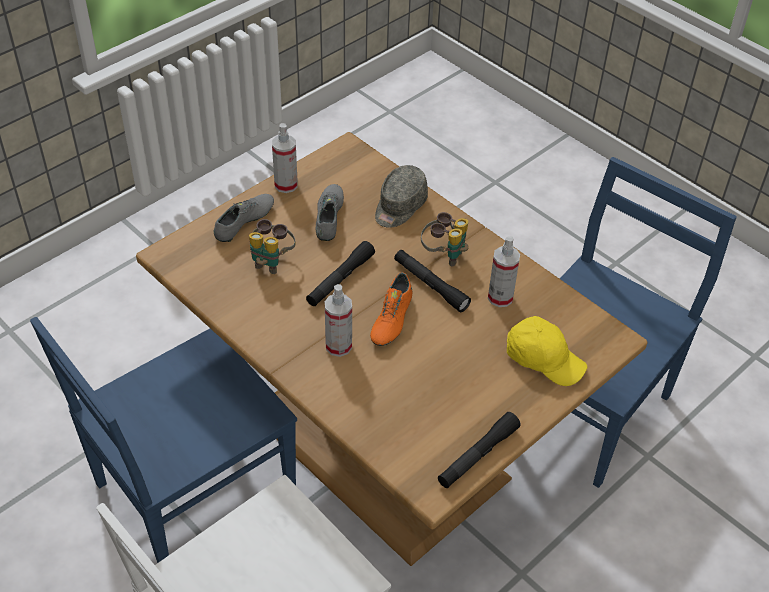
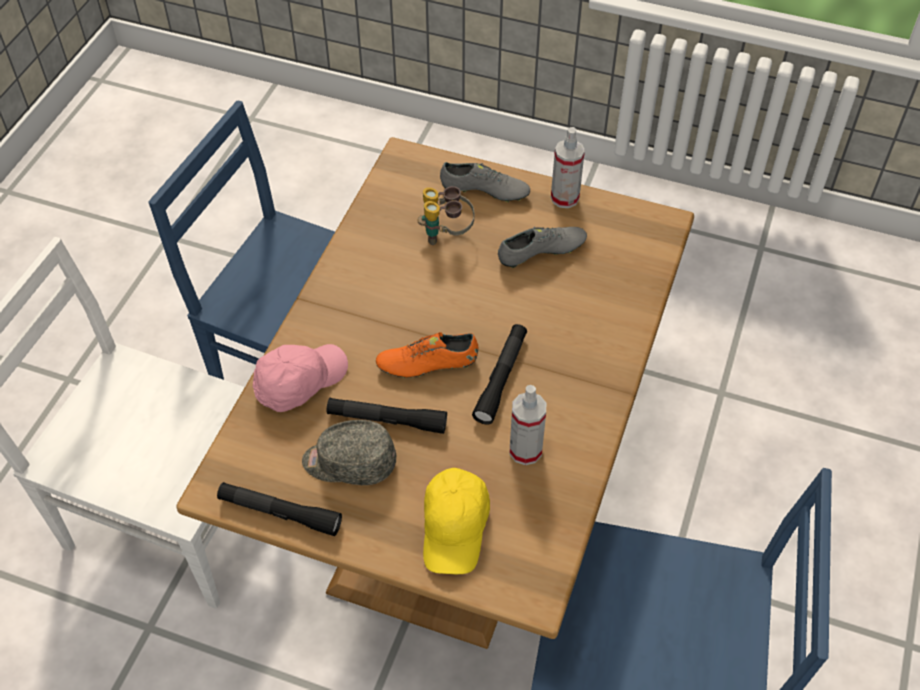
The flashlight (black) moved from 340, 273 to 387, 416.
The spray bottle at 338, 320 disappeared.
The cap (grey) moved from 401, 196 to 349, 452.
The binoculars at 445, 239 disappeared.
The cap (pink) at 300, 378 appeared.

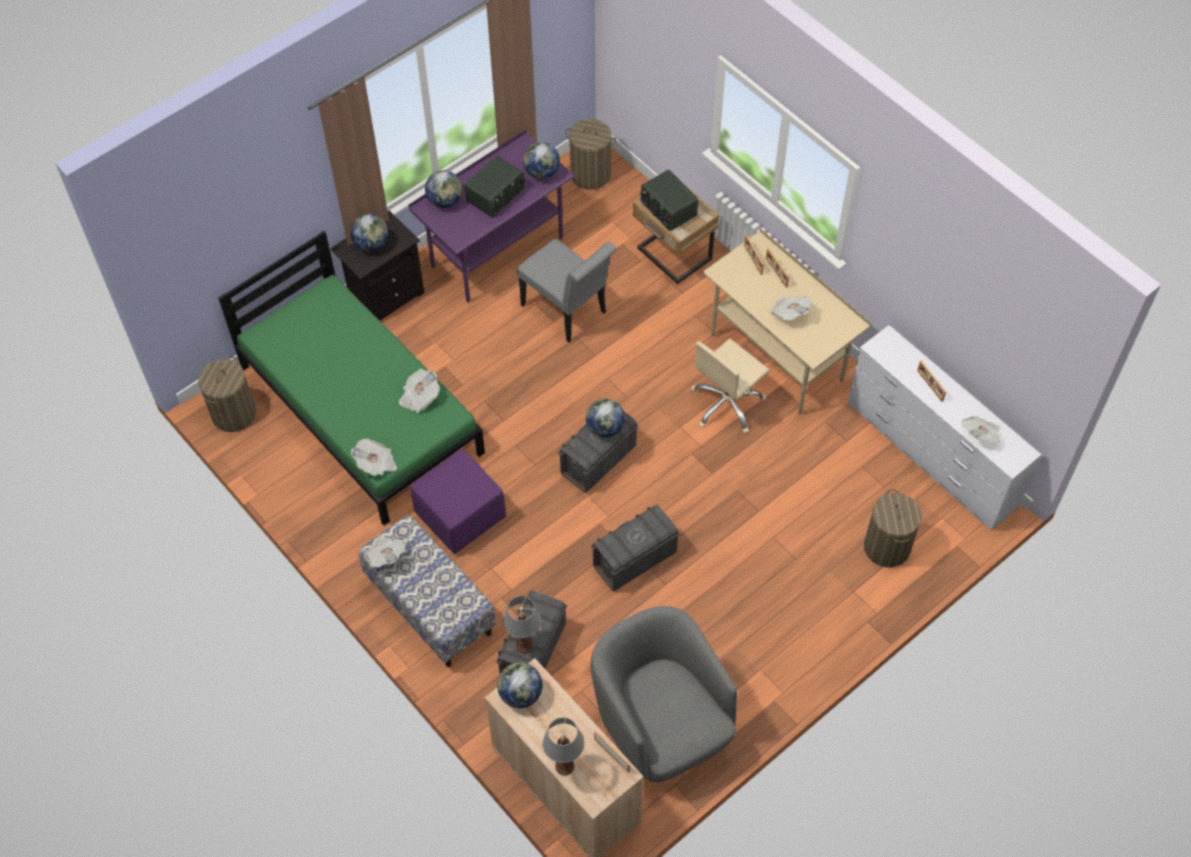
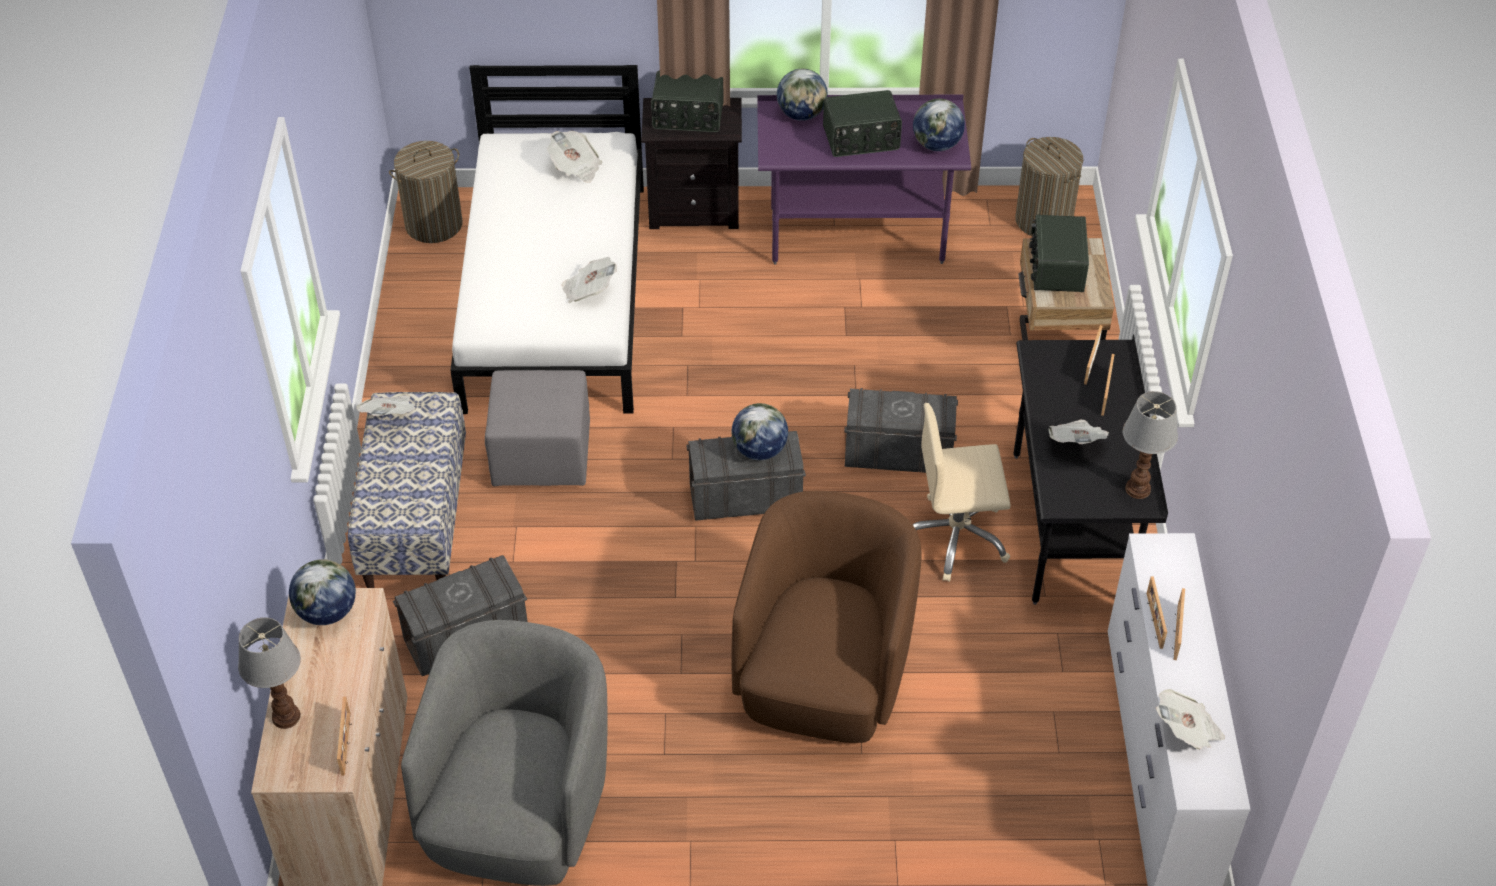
The bed (green) at 351, 378 became the bed (white) at 547, 239.
The globe at 369, 233 was replaced by the radio at 687, 101.
The newspaper moved from 374, 457 to 574, 157.
The ottoman (purple) at 458, 501 became the ottoman (grey) at 537, 428.
The table lamp moved from 522, 625 to 1150, 445.
The chair (grey) at 567, 291 disappeared.
The storage box (grey) moved from 635, 548 to 901, 430.
The desk (beige) at 787, 321 became the desk (black) at 1090, 469.
The laundry basket at 893, 528 disappeared.
The armchair (brown) at 826, 617 appeared.
The picture frame at 1157, 612 appeared.

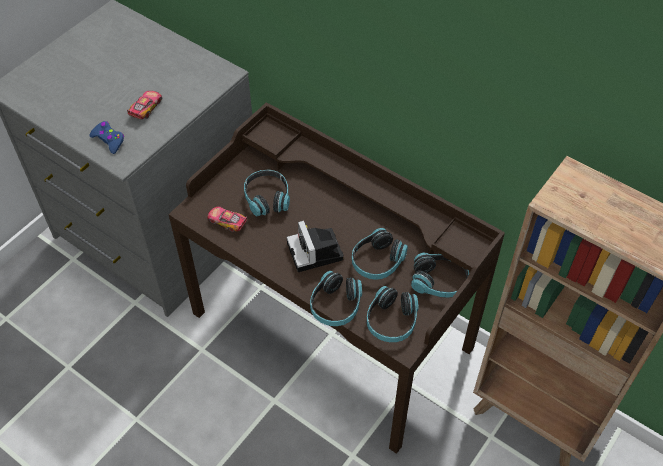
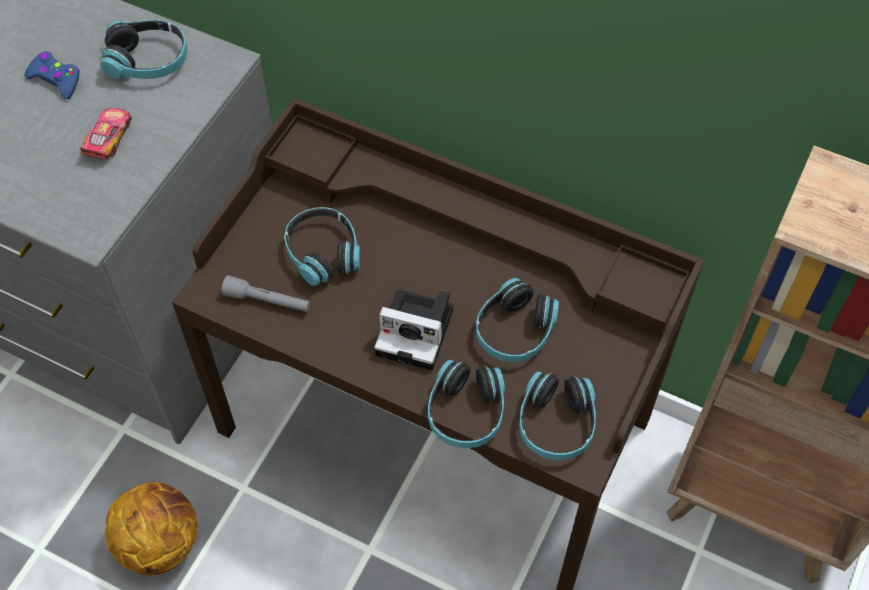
The game controller (blue) moved from 106, 137 to 52, 75.
The toy car at 227, 219 was replaced by the flashlight (grey) at 265, 293.
The photo camera at 315, 246 turned 45 degrees counterclockwise.
The headphones moved from 440, 275 to 143, 49.
The basketball at 151, 529 appeared.

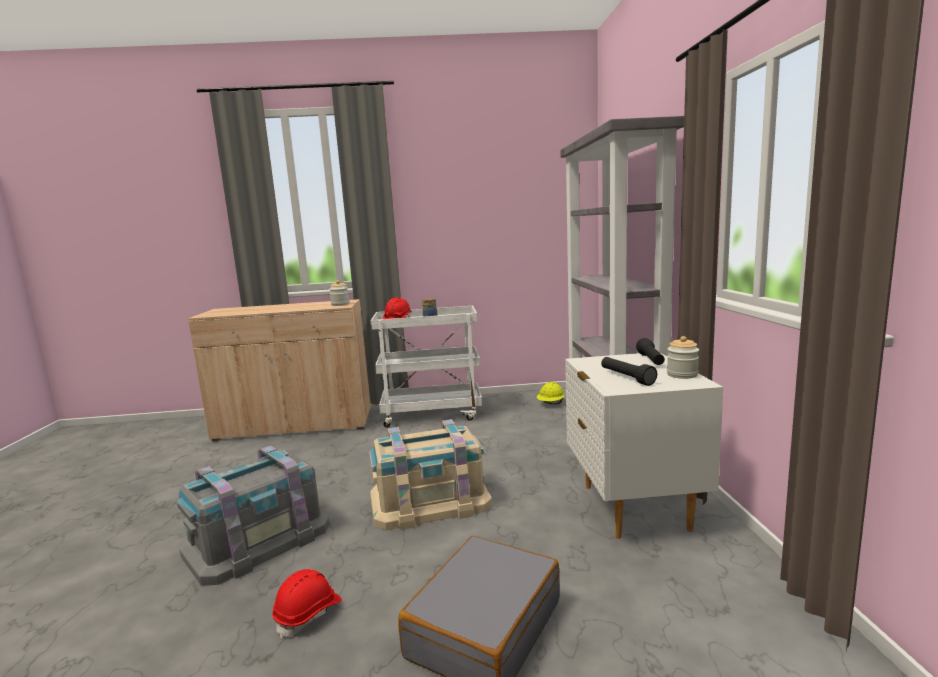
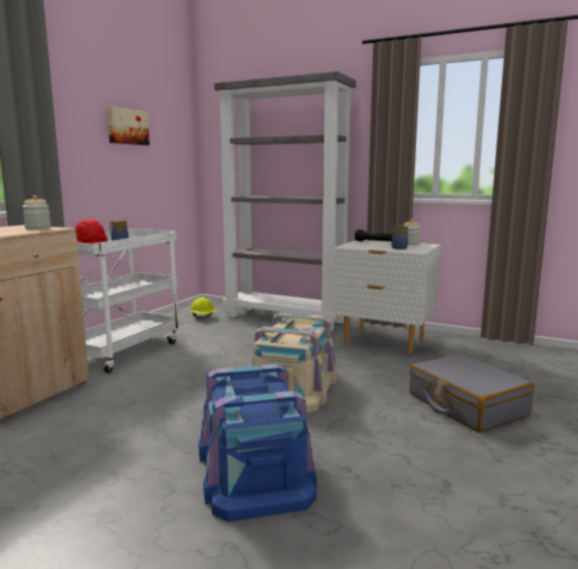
The storage box (grey) at 253, 515 became the storage box (blue) at 258, 443.
The hard hat (red) at 307, 603 disappeared.
The flashlight (black) at 629, 371 was replaced by the jar at 399, 237.
The picture at 128, 125 appeared.

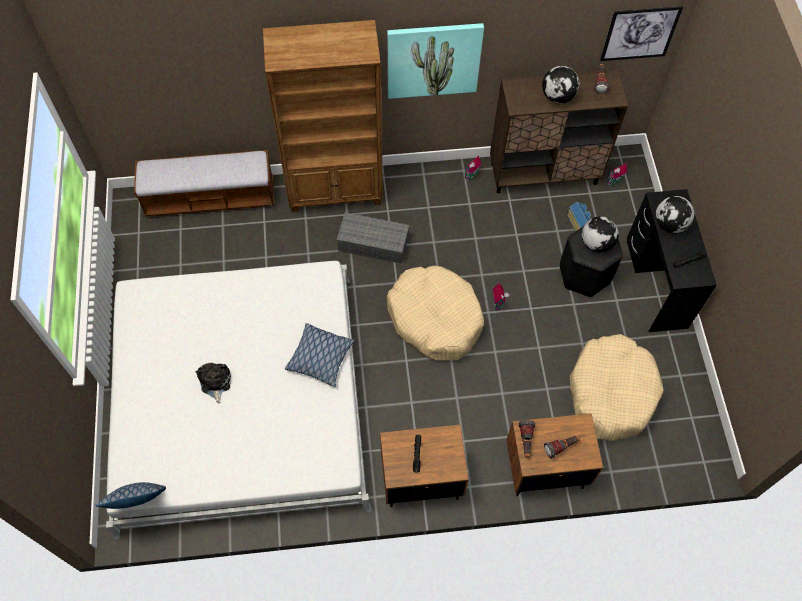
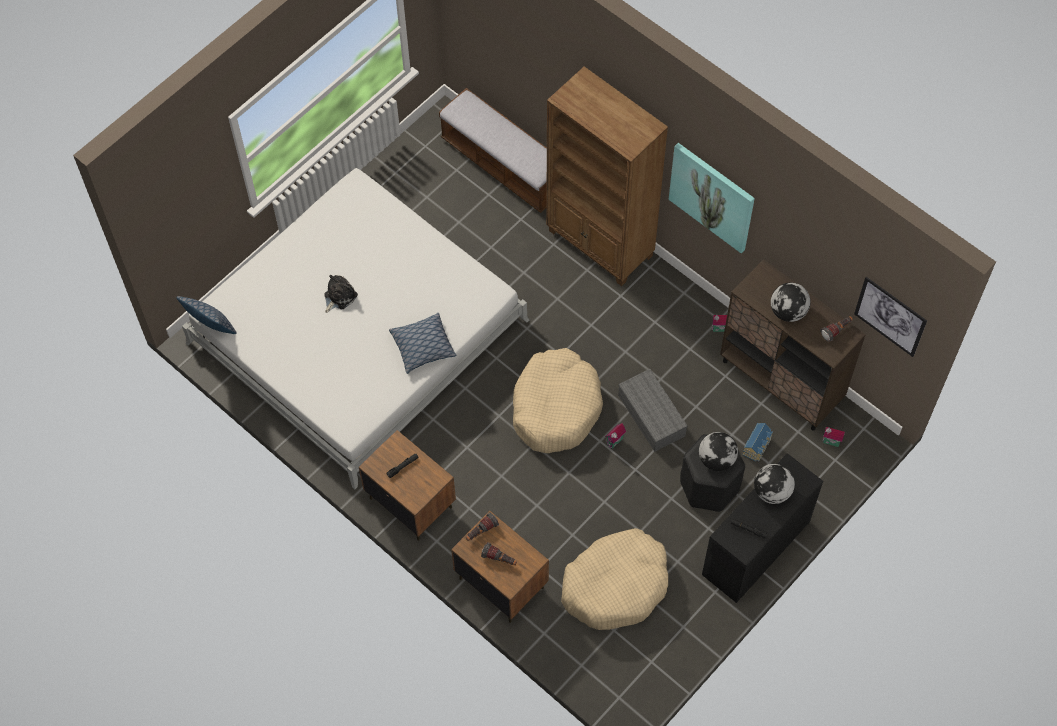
The storage box (grey) moved from 373, 238 to 653, 410.

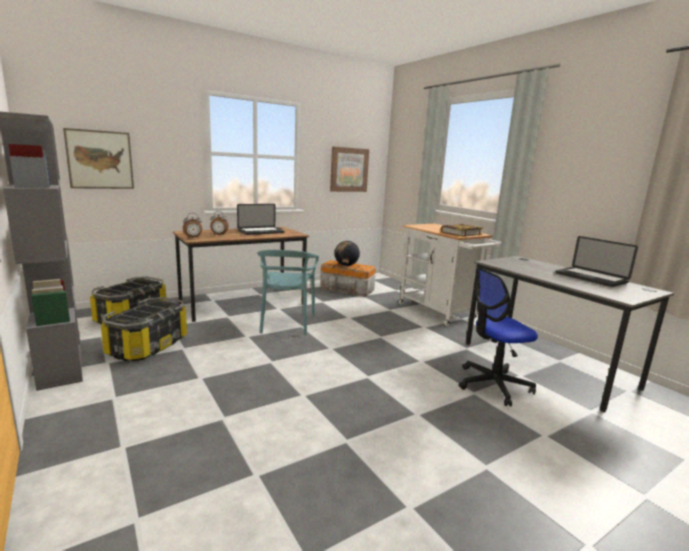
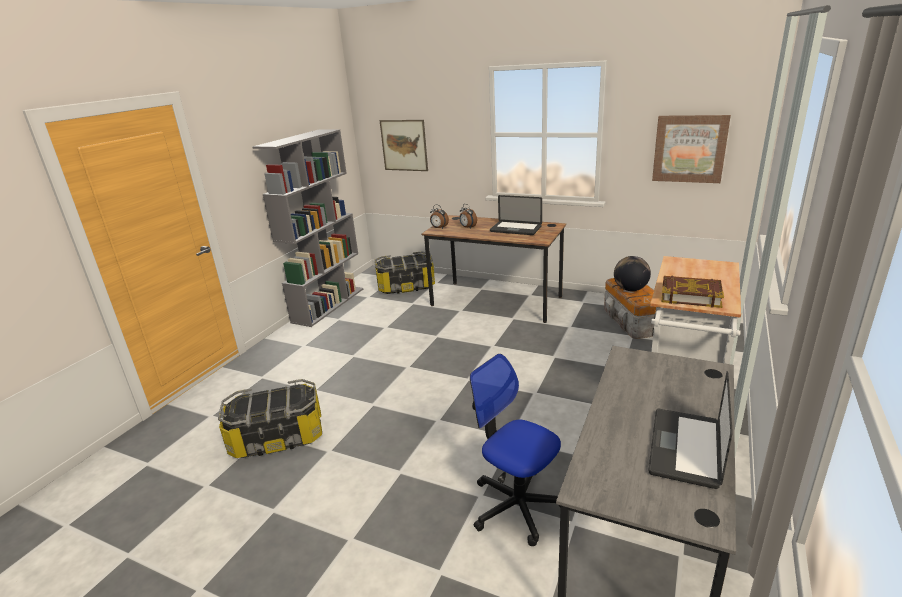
The storage box moved from 144, 329 to 270, 418.
The chair (turquoise) at 288, 292 disappeared.

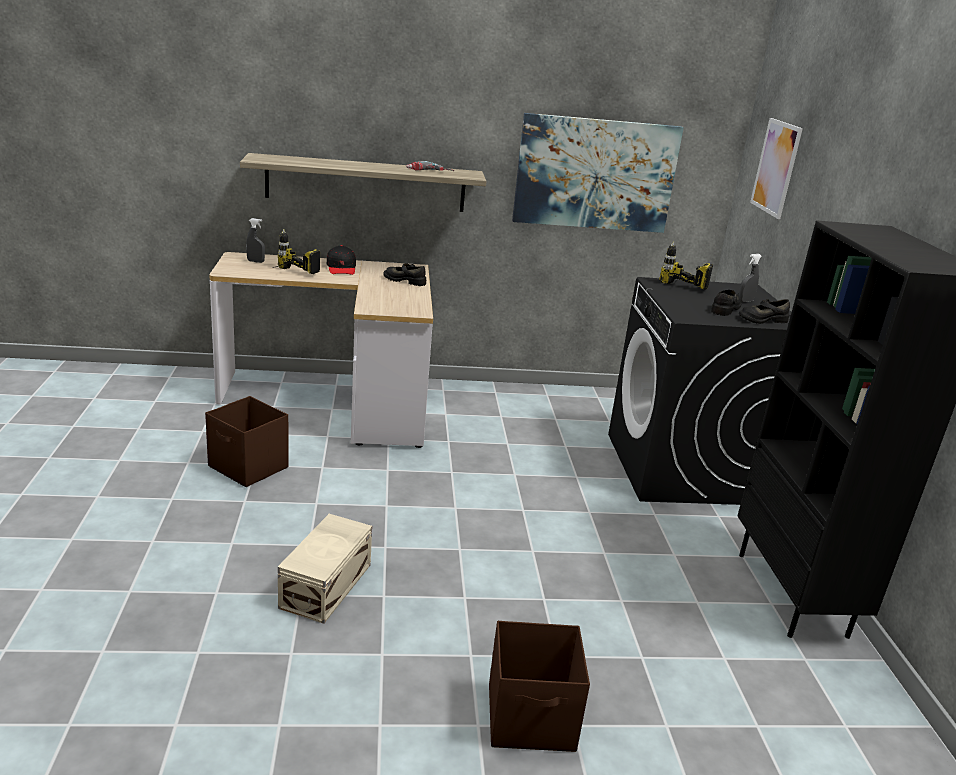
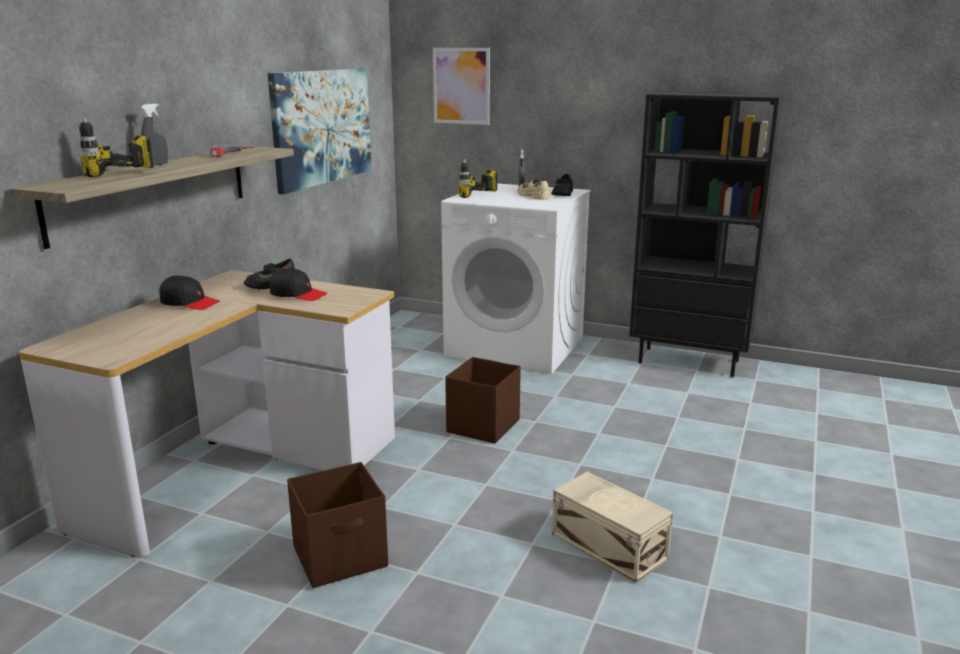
The spray bottle (grey) moved from 255, 240 to 154, 135.
The power drill moved from 296, 251 to 116, 147.
The storage box (brown) moved from 539, 686 to 483, 400.
The washing machine (black) at 700, 391 became the washing machine (white) at 515, 278.
The shoe (black) at 726, 303 became the shoe (beige) at 533, 190.
The cap (black) at 298, 284 appeared.

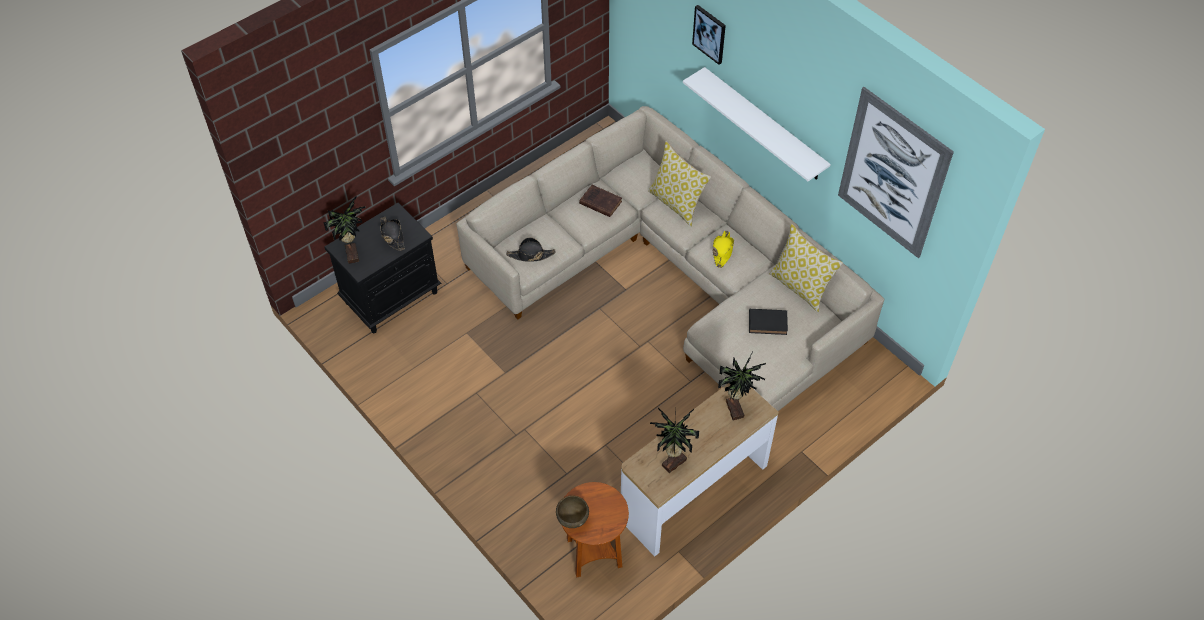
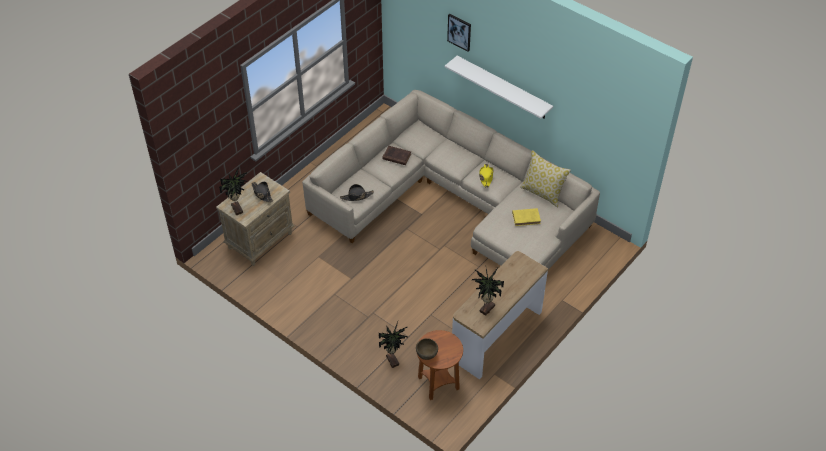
The nightstand (black) at 383, 268 became the nightstand (beige) at 255, 219.
The pillow at 679, 183 disappeared.
The potted plant moved from 742, 386 to 393, 345.
The book (black) at 768, 322 became the book (yellow) at 526, 217.
The picture at 896, 172 disappeared.

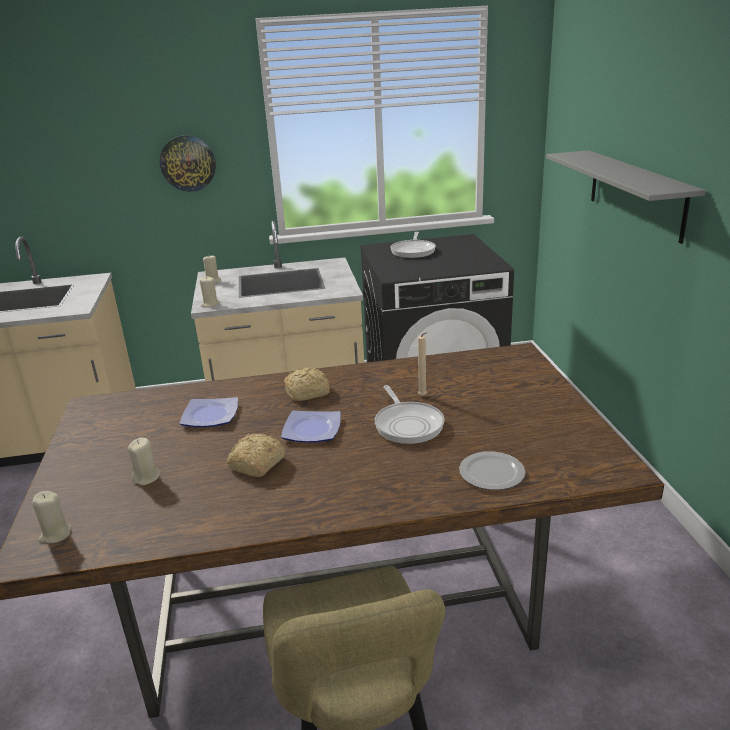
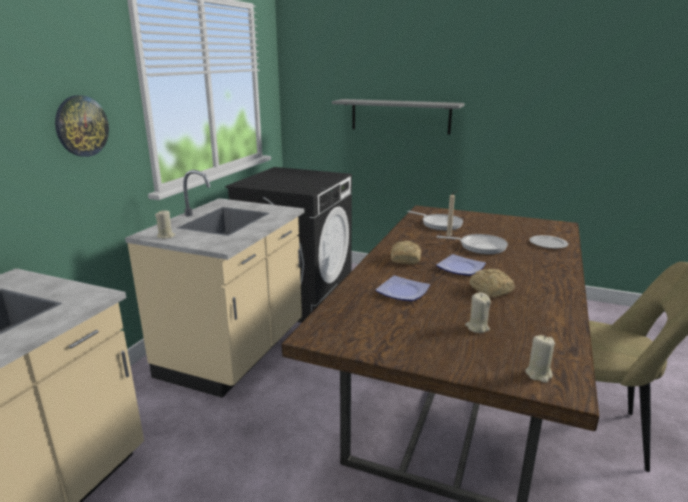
The candle (beige) at 210, 292 disappeared.
The frying pan moved from 413, 245 to 435, 221.

